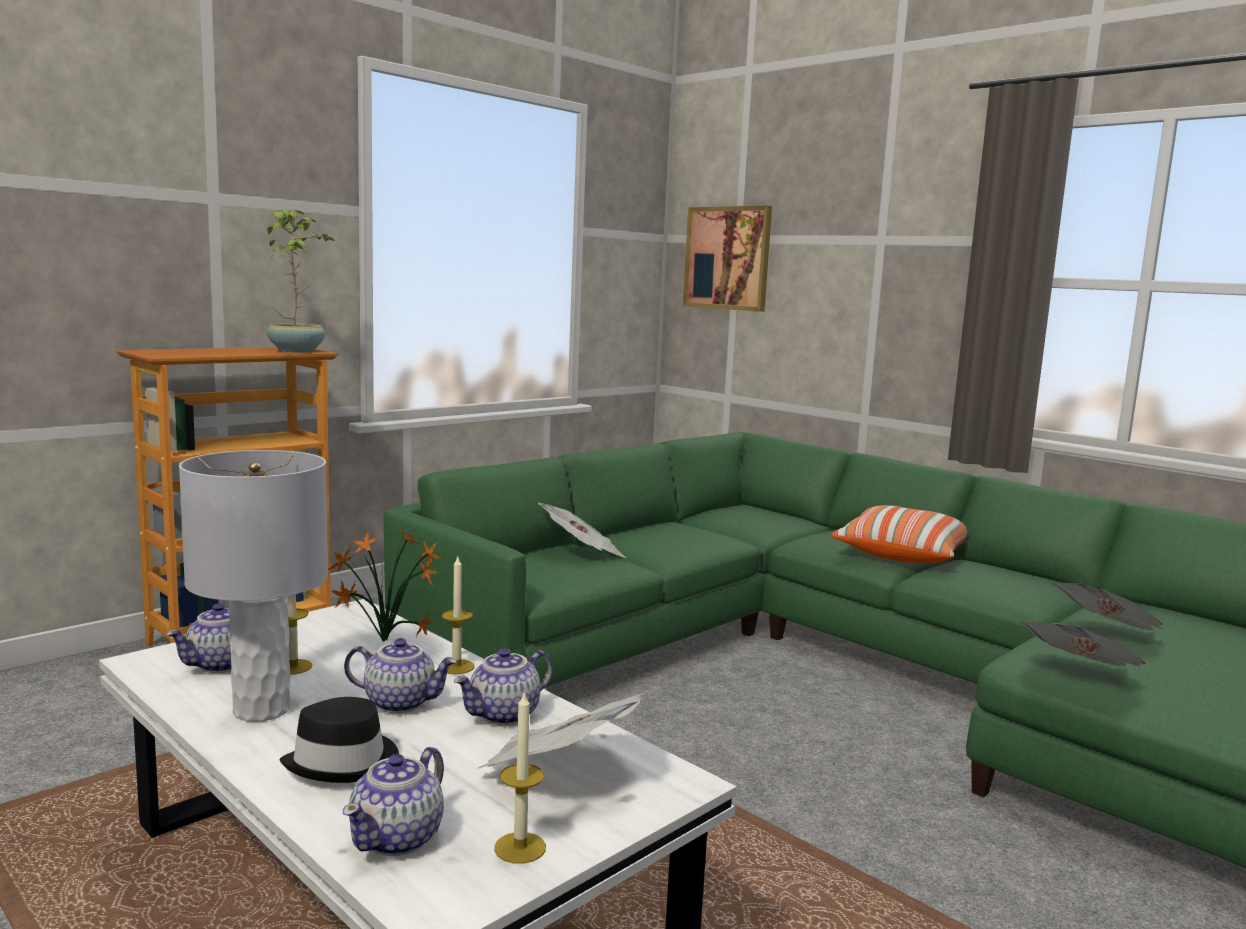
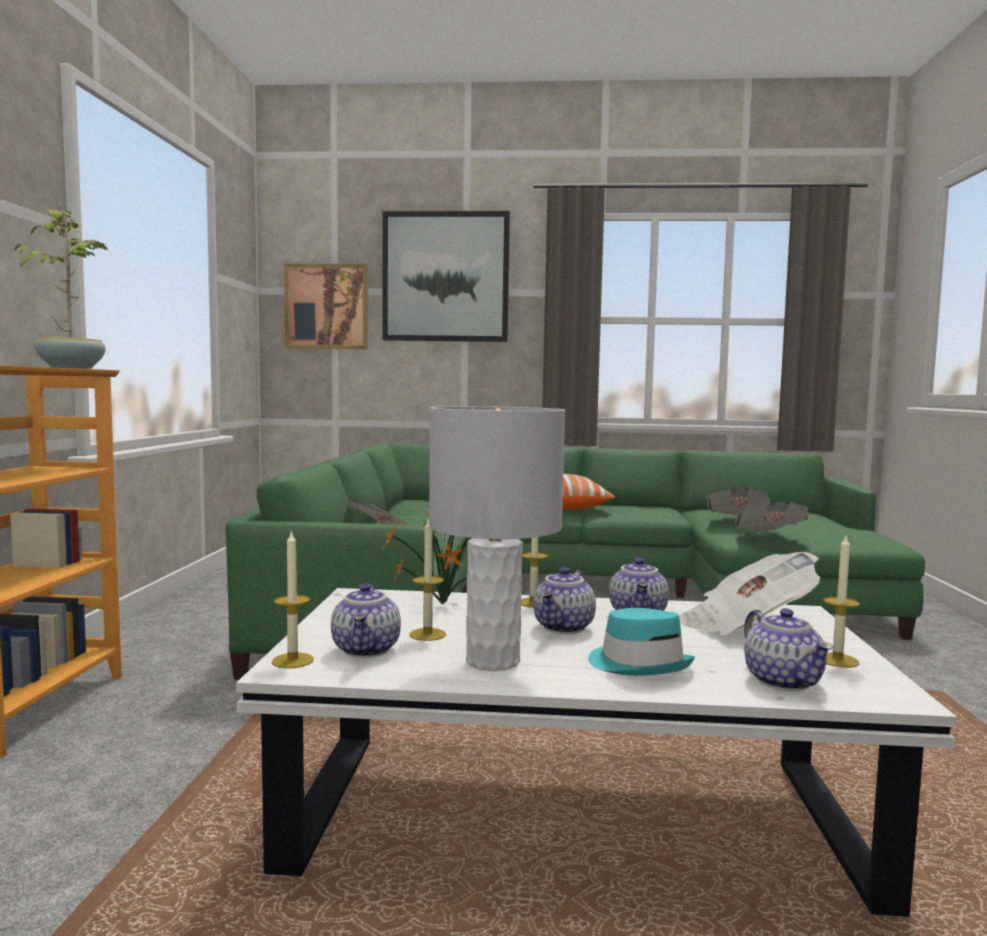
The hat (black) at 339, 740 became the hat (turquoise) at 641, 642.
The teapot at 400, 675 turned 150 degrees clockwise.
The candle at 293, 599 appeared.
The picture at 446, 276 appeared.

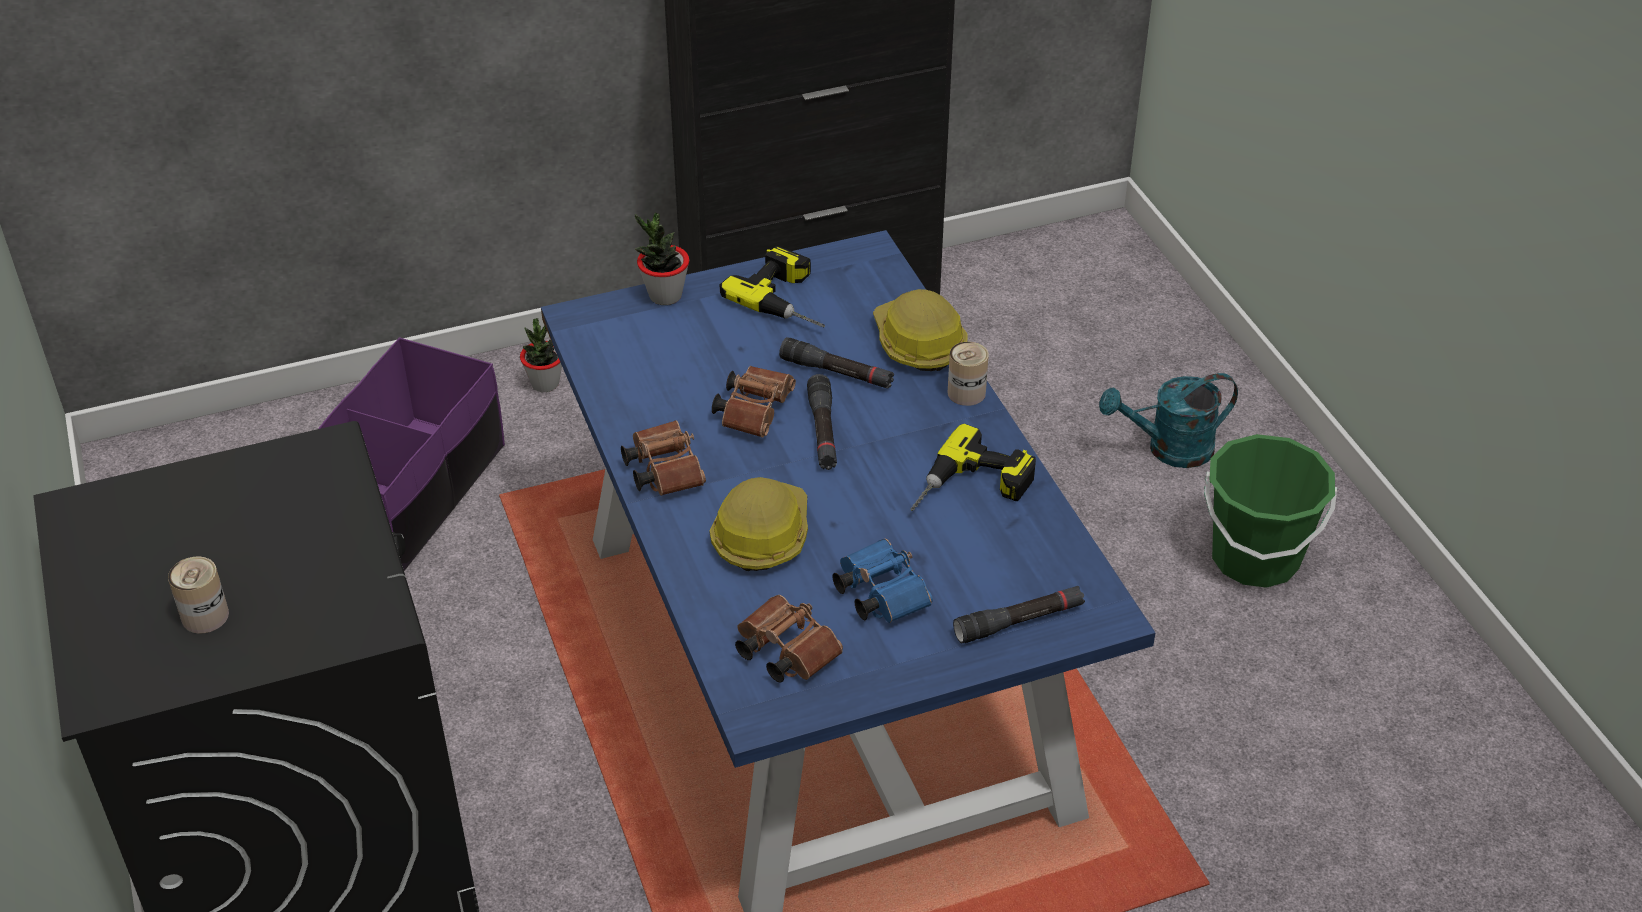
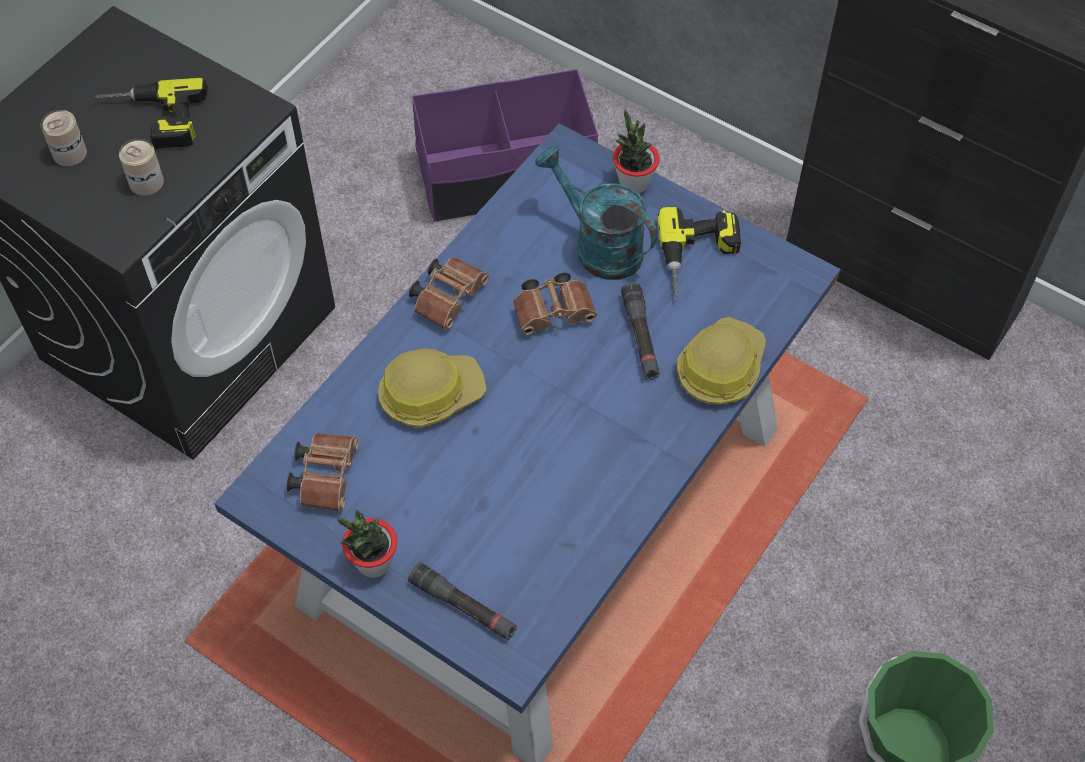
The potted plant moved from 541, 355 to 367, 544.
The flashlight (black) at 822, 422 disappeared.
The binoculars (blue) at 882, 581 disappeared.
The power drill moved from 973, 467 to 151, 113.
The can moved from 968, 374 to 141, 167.
The watering can (turquoise) moved from 1168, 420 to 596, 212.

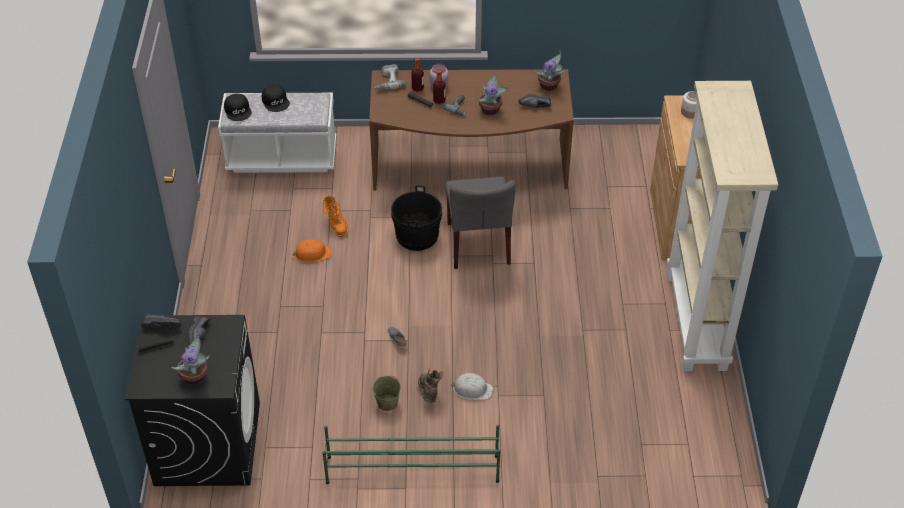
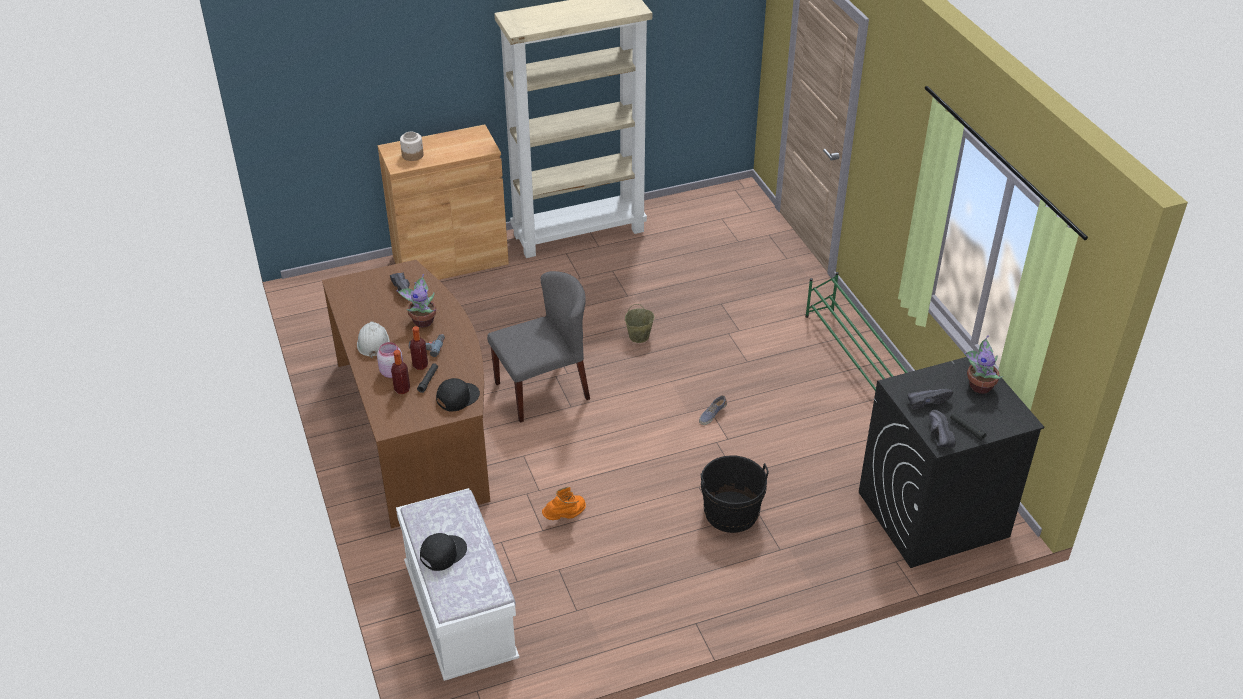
The cap (black) moved from 238, 107 to 458, 394.
The hard hat (orange) at 312, 251 disappeared.
The bucket (beige) moved from 386, 393 to 639, 323.
The power drill at 390, 77 disappeared.
The bucket (black) moved from 416, 218 to 734, 494.
The boot (brown) at 430, 385 disappeared.
The hard hat (white) moved from 472, 386 to 373, 340.
The potted plant at 550, 71 disappeared.

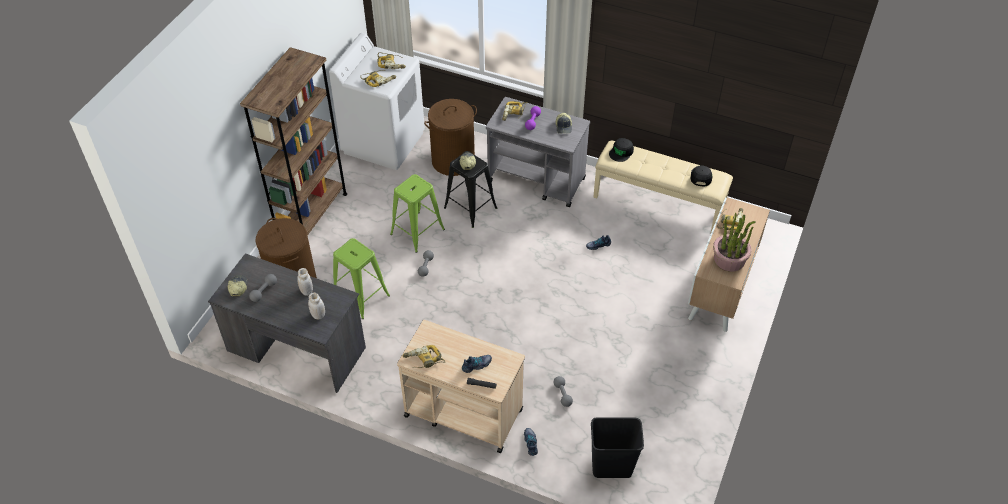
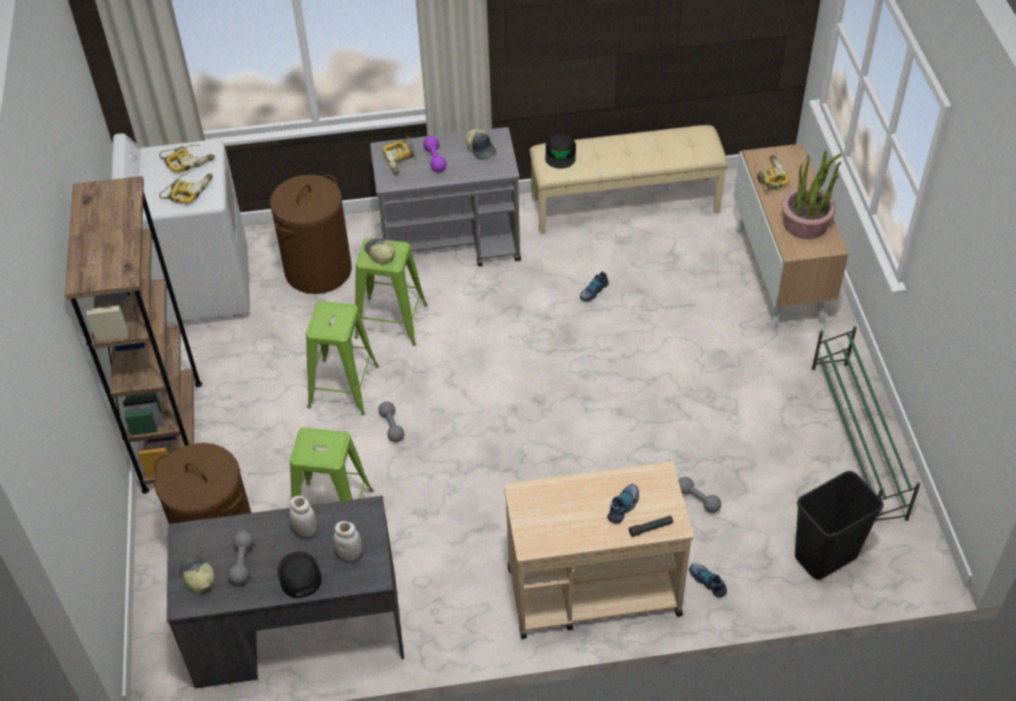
The power drill at 423, 356 disappeared.
The stool (black) at 470, 189 became the stool (green) at 391, 292.
The cap (black) moved from 701, 176 to 299, 575.
The shoe rack (green) at 866, 423 appeared.

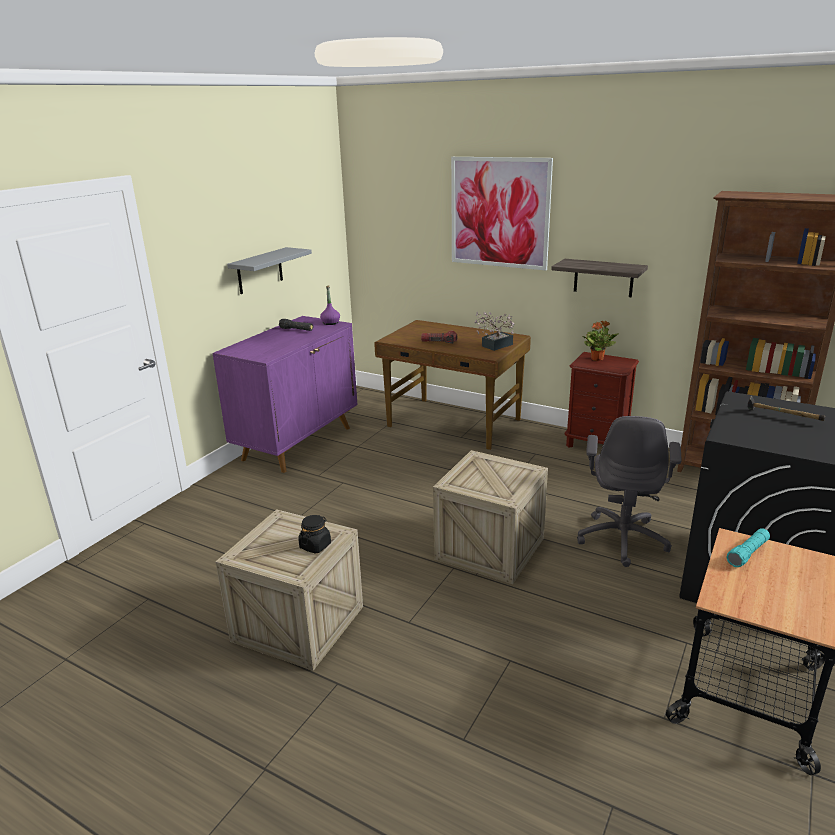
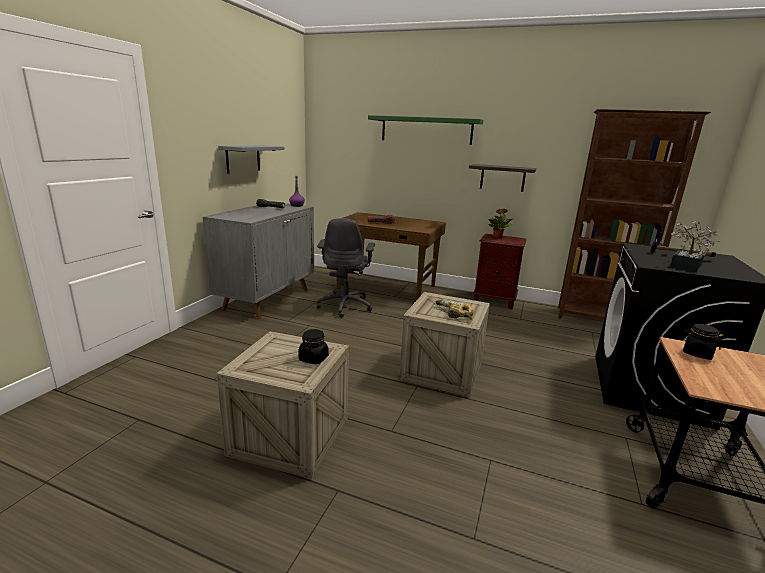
The cabinet (purple) at 284, 394 became the cabinet (grey) at 258, 261.
The picture at 502, 213 was replaced by the shelf (green) at 425, 130.
The potted plant moved from 494, 331 to 694, 246.
The office chair (grey) moved from 629, 491 to 346, 267.
The flashlight (turquoise) at 748, 547 was replaced by the jar (black) at 703, 342.
The power drill at 454, 309 appeared.

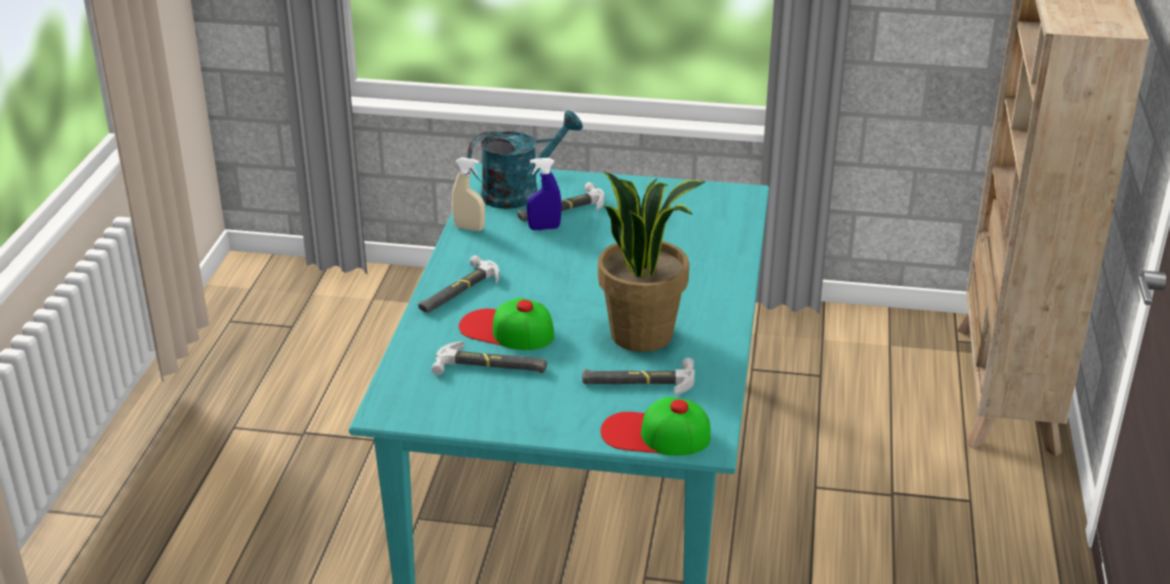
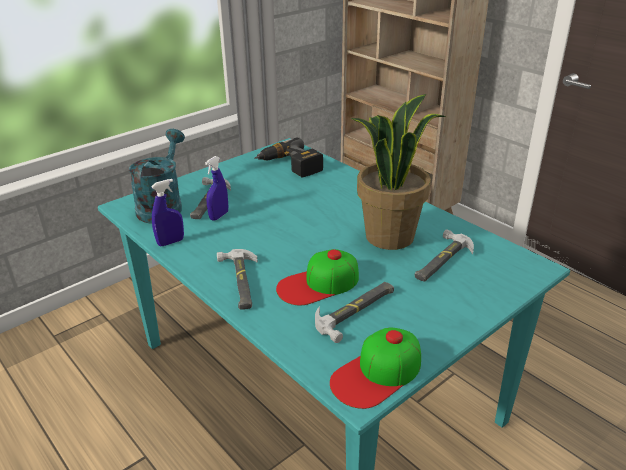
The spray bottle (beige) at 468, 194 became the spray bottle (blue) at 167, 212.
The cap moved from 655, 426 to 375, 368.
The power drill at 288, 157 appeared.

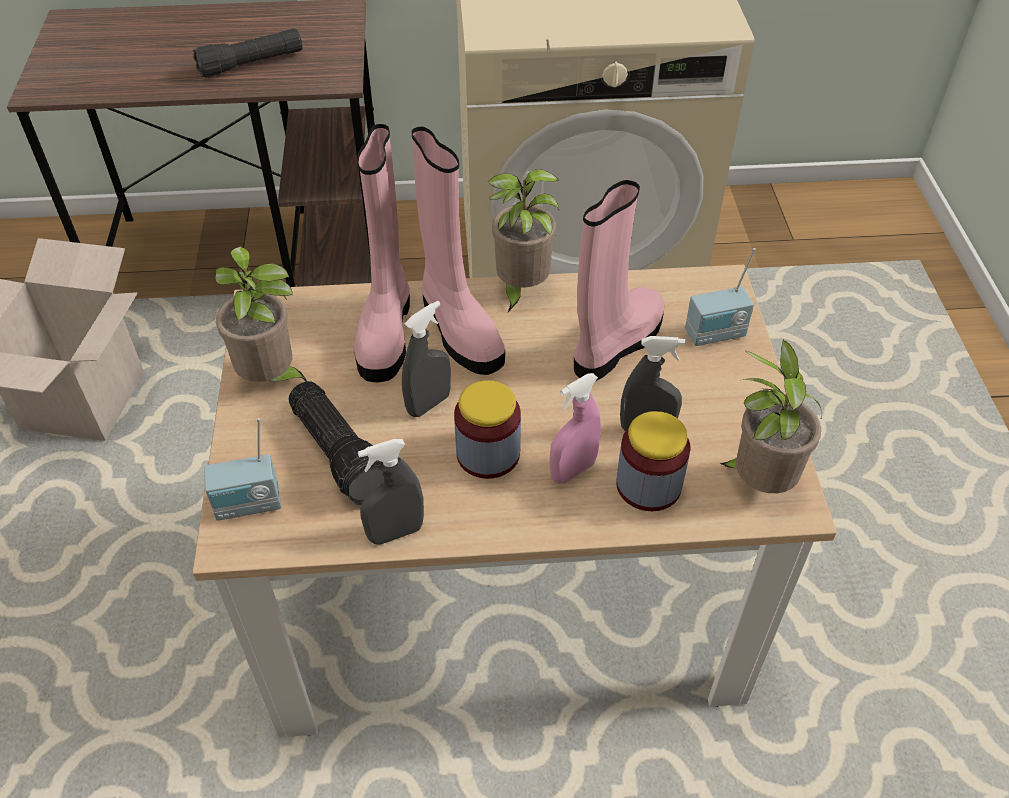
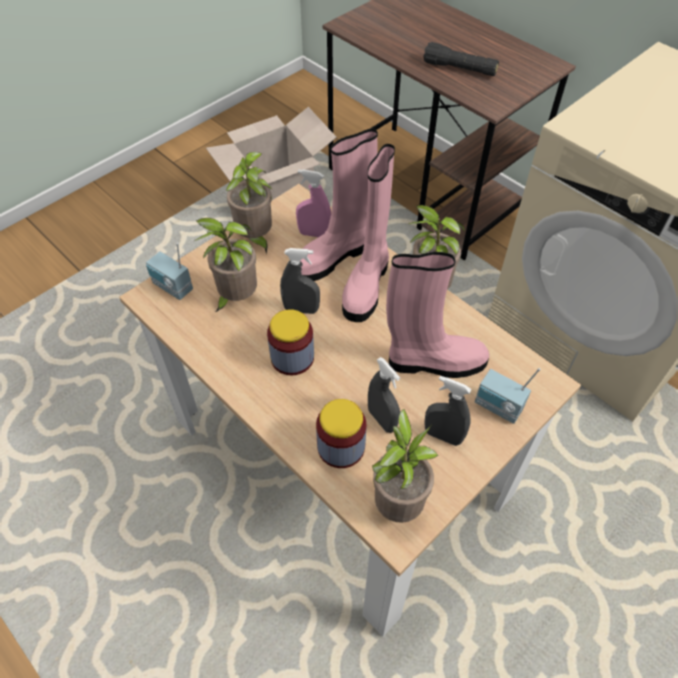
The flashlight at 336, 443 was replaced by the potted plant at 226, 265.
The spray bottle (grey) moved from 391, 492 to 448, 411.
The spray bottle (pink) moved from 575, 428 to 313, 203.

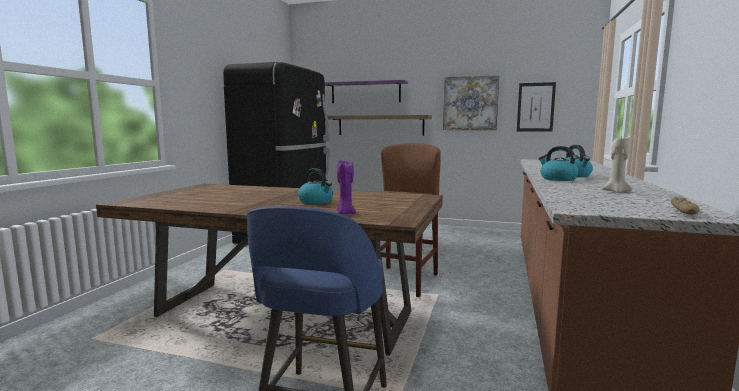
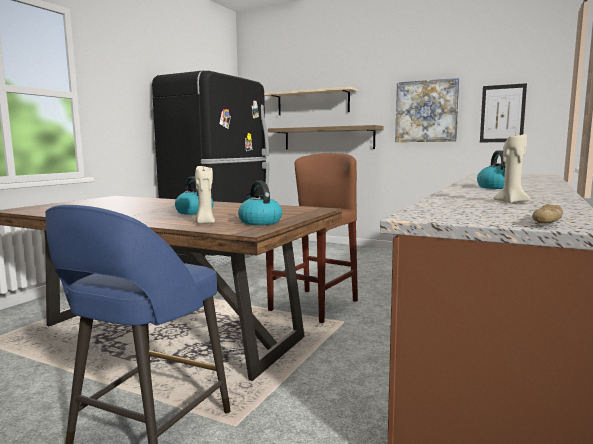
The shelf (purple) at 366, 91 became the shelf (beige) at 311, 101.
The candle (purple) at 346, 186 became the candle (beige) at 205, 194.
The kettle moved from 558, 163 to 260, 203.

